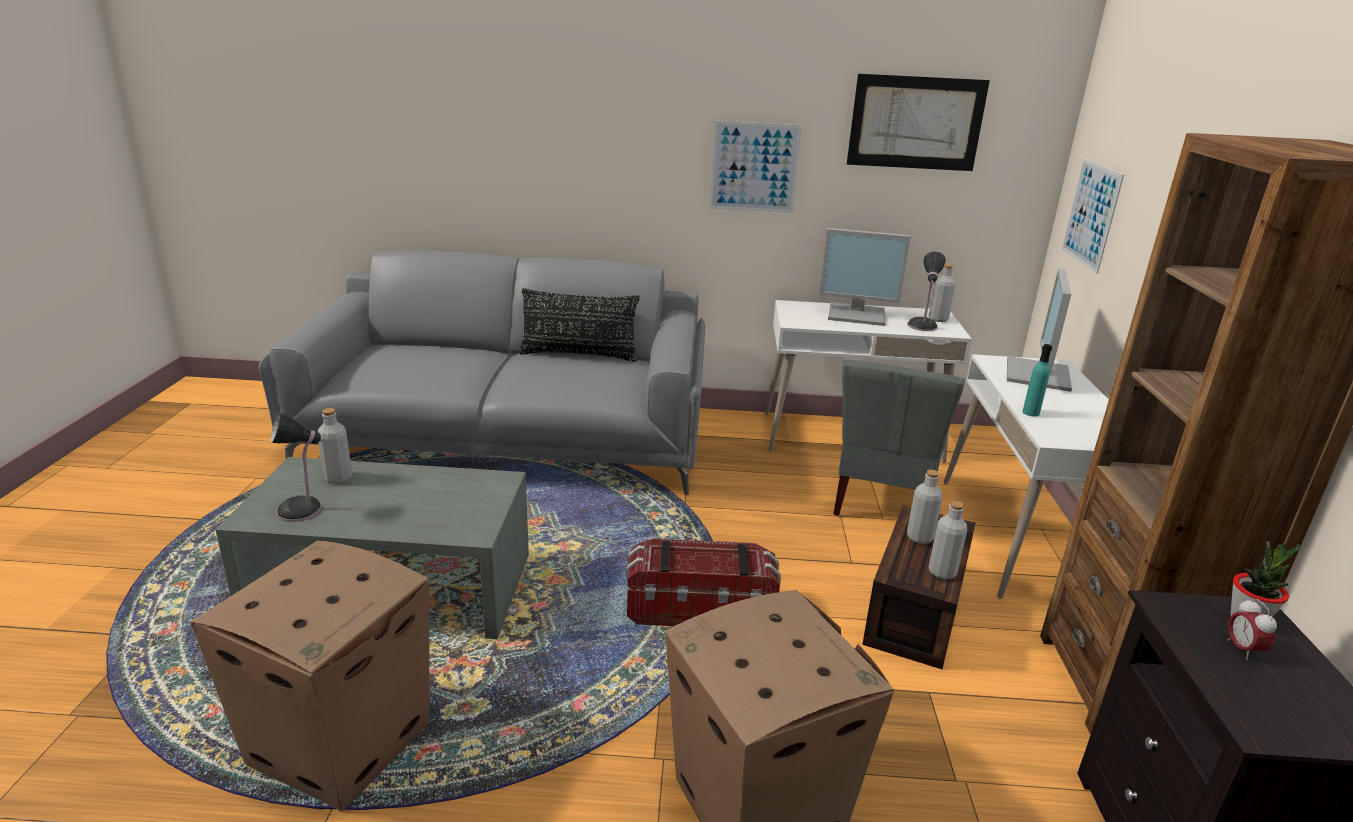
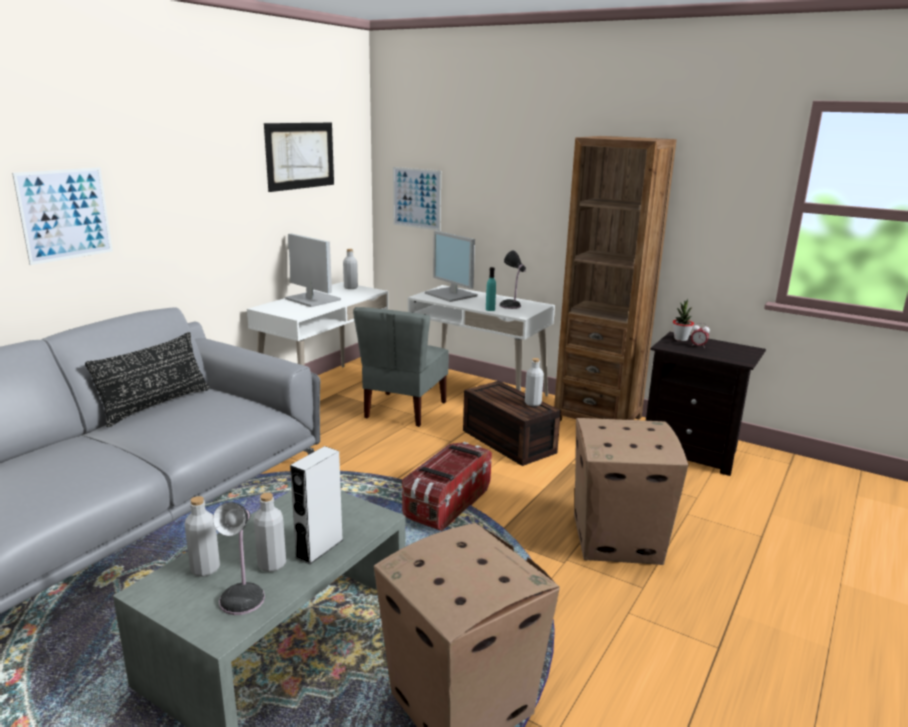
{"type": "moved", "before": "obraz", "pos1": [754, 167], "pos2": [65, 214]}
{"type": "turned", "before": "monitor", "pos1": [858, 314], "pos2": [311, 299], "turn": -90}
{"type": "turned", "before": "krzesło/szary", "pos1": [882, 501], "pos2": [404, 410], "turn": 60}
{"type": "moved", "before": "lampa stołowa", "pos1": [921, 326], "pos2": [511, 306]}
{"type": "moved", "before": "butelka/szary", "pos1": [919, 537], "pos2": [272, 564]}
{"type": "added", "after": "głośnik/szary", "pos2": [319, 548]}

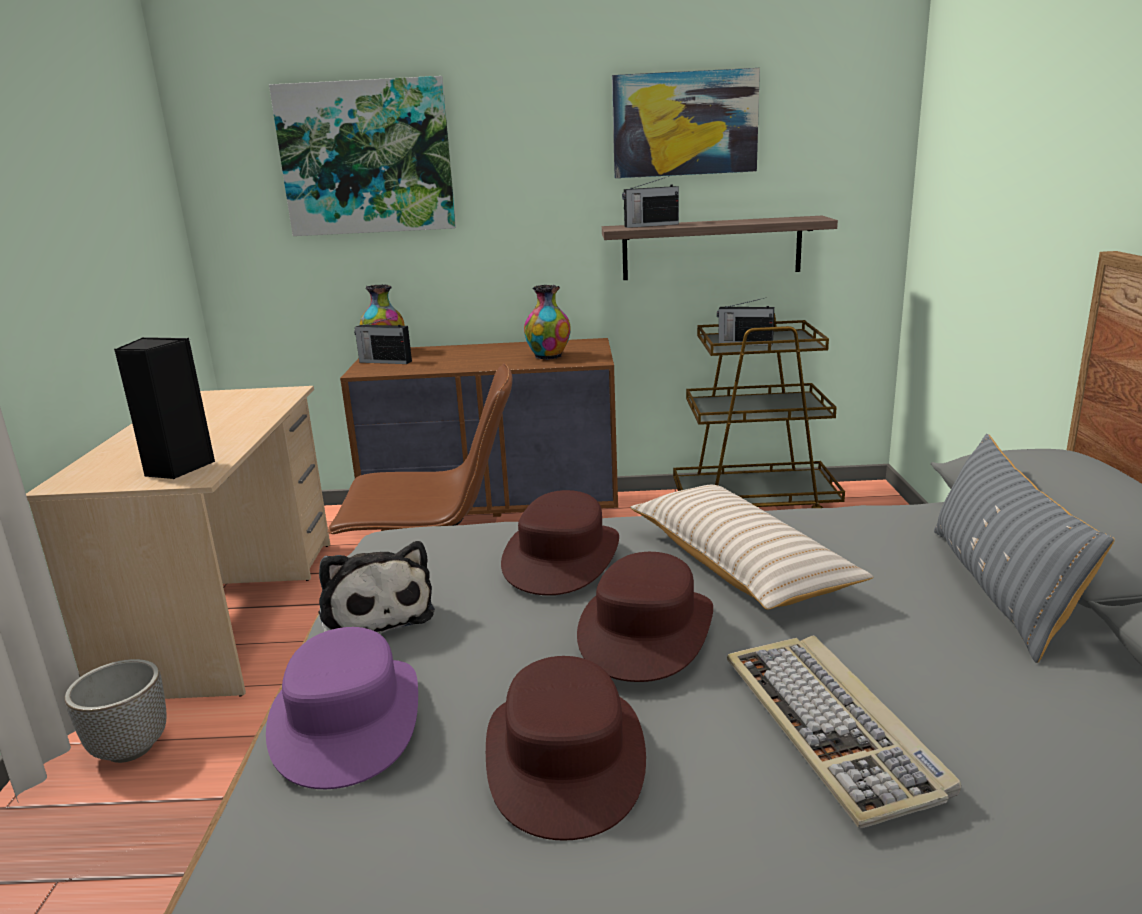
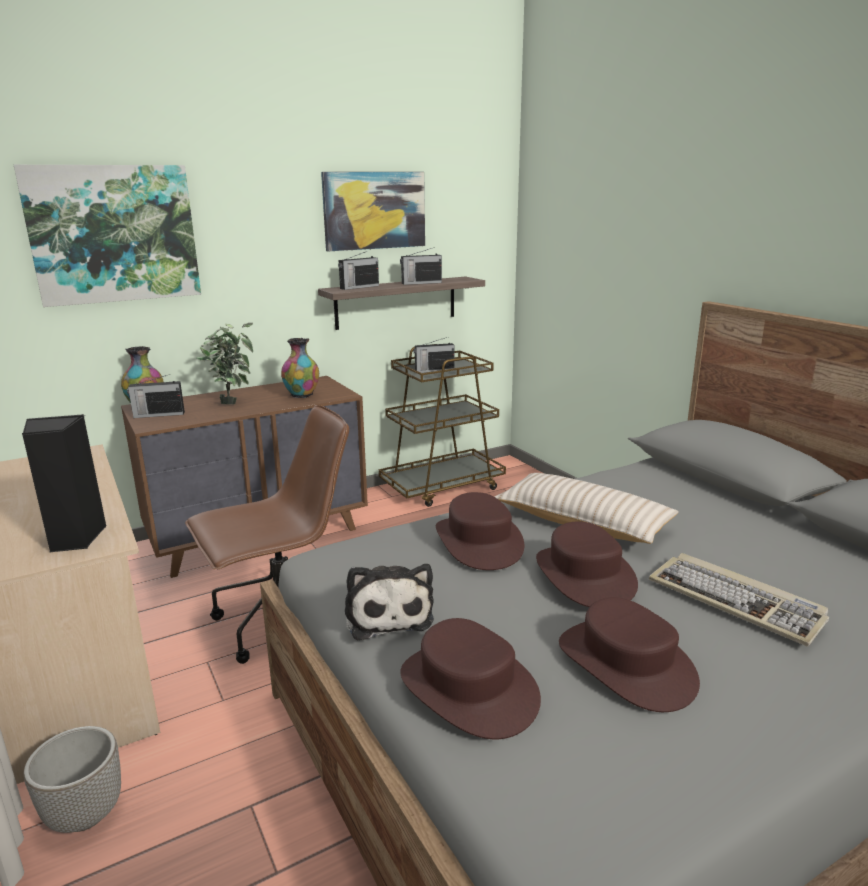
{"type": "recoloured", "before": "kapelusz/fioletowy", "after": "kapelusz/brązowy", "pos1": [346, 720], "pos2": [467, 688]}
{"type": "turned", "before": "pluszak", "pos1": [375, 614], "pos2": [388, 614], "turn": 45}
{"type": "removed", "before": "poduszka/szary", "pos1": [998, 587]}
{"type": "added", "after": "roślina doniczkowa", "pos2": [232, 402]}
{"type": "added", "after": "radio", "pos2": [420, 283]}

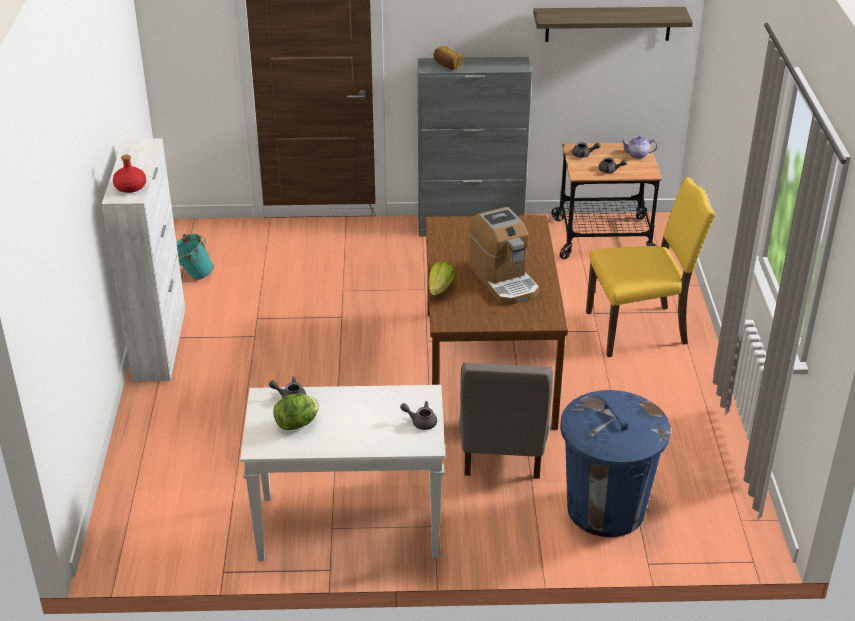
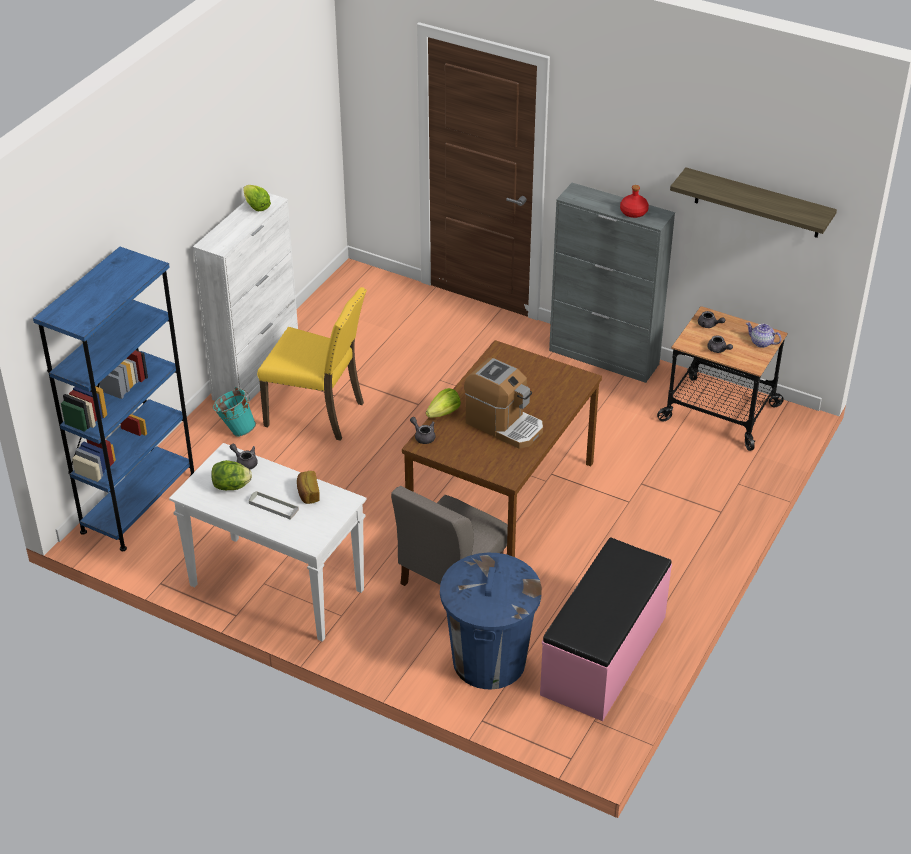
{"type": "moved", "before": "butelka/czerwony", "pos1": [131, 187], "pos2": [634, 212]}
{"type": "moved", "before": "wiadro/turkusowy", "pos1": [193, 276], "pos2": [236, 429]}
{"type": "moved", "before": "imbryk/szary", "pos1": [420, 422], "pos2": [423, 436]}
{"type": "moved", "before": "chleb", "pos1": [447, 65], "pos2": [308, 494]}
{"type": "turned", "before": "ekspres do kawy", "pos1": [504, 280], "pos2": [504, 425], "turn": -60}
{"type": "moved", "before": "krzesło/żółty", "pos1": [639, 329], "pos2": [317, 413]}
{"type": "added", "after": "regał/niebieski", "pos2": [139, 504]}
{"type": "added", "after": "sałata", "pos2": [256, 206]}
{"type": "added", "after": "taca/szary", "pos2": [273, 507]}
{"type": "added", "after": "ławka/różowy", "pos2": [605, 656]}

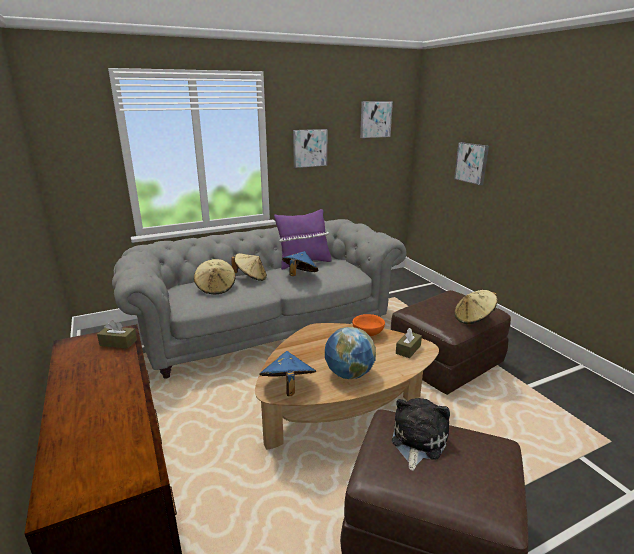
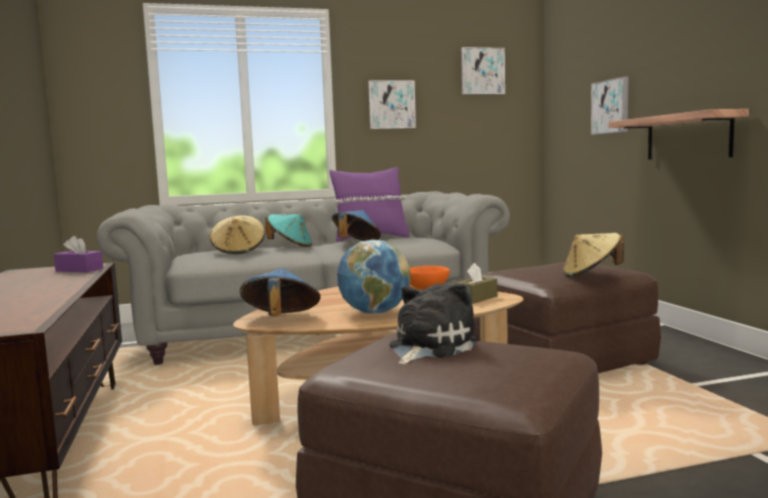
{"type": "recoloured", "before": "pudełko chusteczek/brązowy", "after": "pudełko chusteczek/fioletowy", "pos1": [118, 343], "pos2": [79, 270]}
{"type": "recoloured", "before": "kapelusz/beżowy", "after": "kapelusz/turkusowy", "pos1": [251, 278], "pos2": [290, 246]}
{"type": "added", "after": "półka", "pos2": [688, 137]}

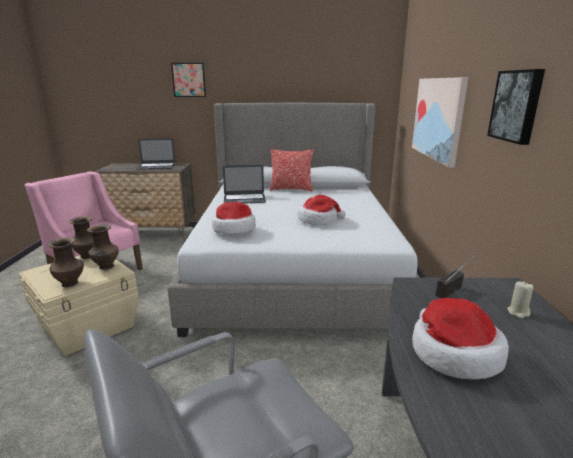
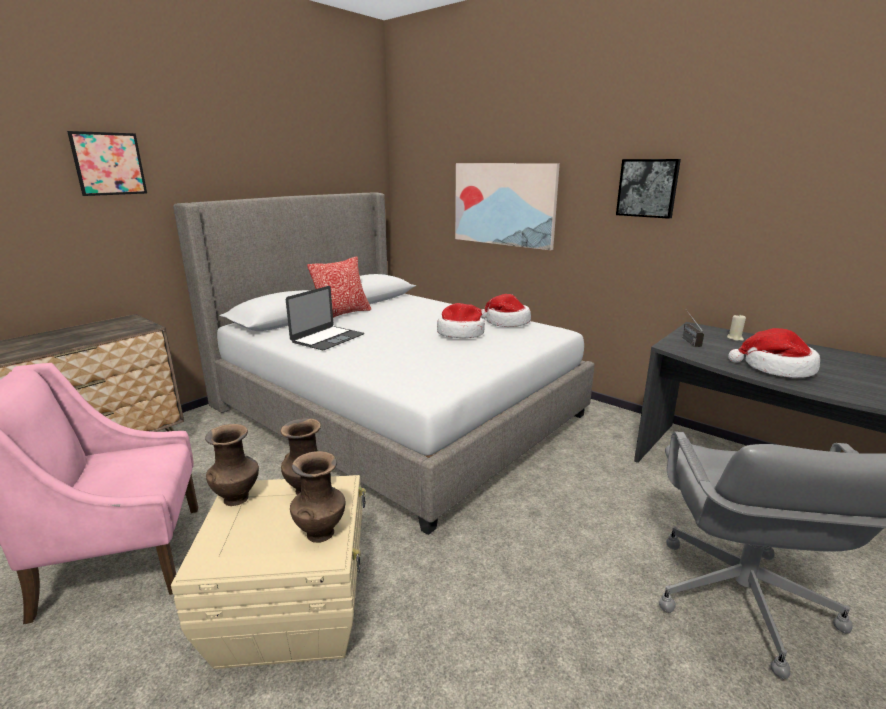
{"type": "removed", "before": "laptop", "pos1": [156, 166]}
{"type": "moved", "before": "kapelusz", "pos1": [234, 229], "pos2": [506, 322]}

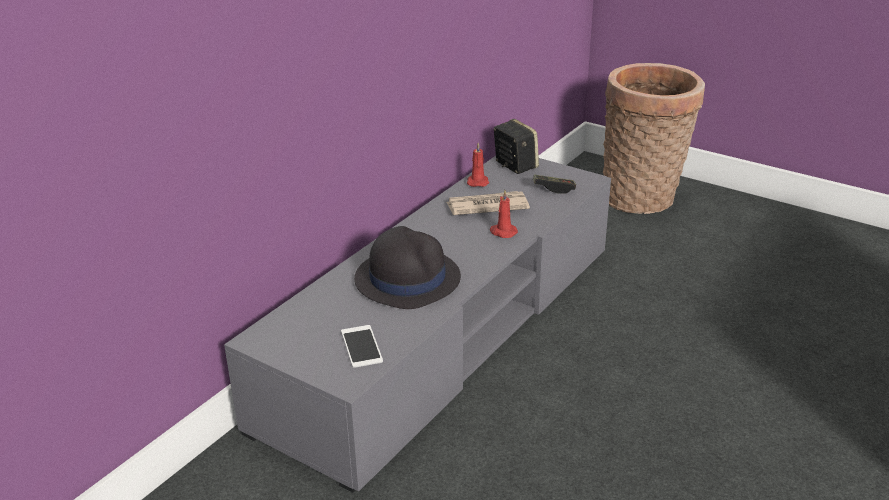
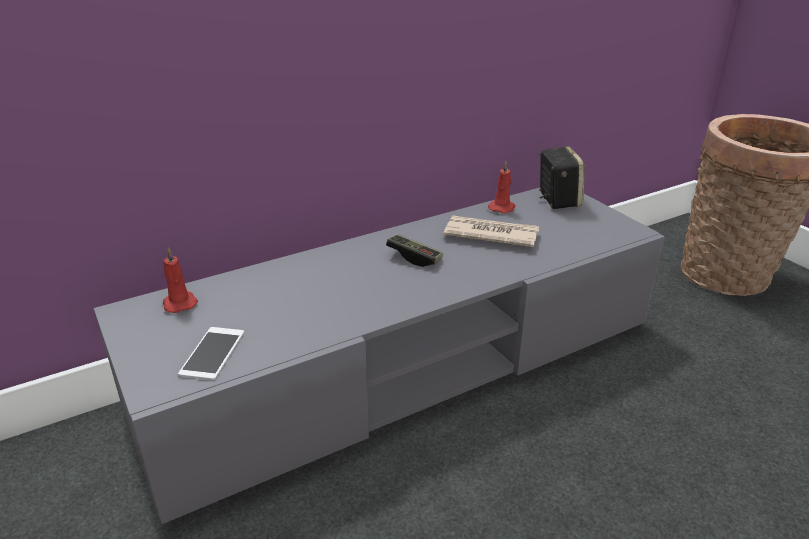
{"type": "removed", "before": "kapelusz/czarny", "pos1": [407, 278]}
{"type": "moved", "before": "świeca/czerwony", "pos1": [502, 232], "pos2": [179, 303]}
{"type": "moved", "before": "pad do gier", "pos1": [553, 189], "pos2": [414, 257]}

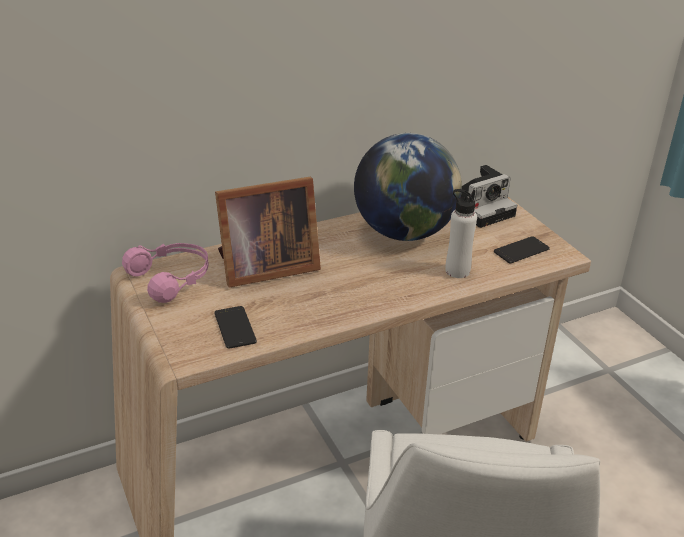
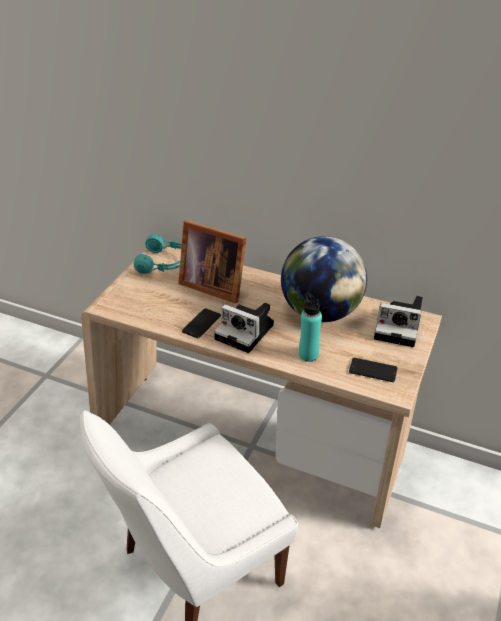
{"type": "recoloured", "before": "słuchawki/różowy", "after": "słuchawki/turkusowy", "pos1": [172, 278], "pos2": [164, 263]}
{"type": "moved", "before": "telefon", "pos1": [235, 327], "pos2": [201, 323]}
{"type": "recoloured", "before": "butelka/biały", "after": "butelka/turkusowy", "pos1": [457, 271], "pos2": [308, 354]}
{"type": "added", "after": "aparat fotograficzny", "pos2": [247, 332]}

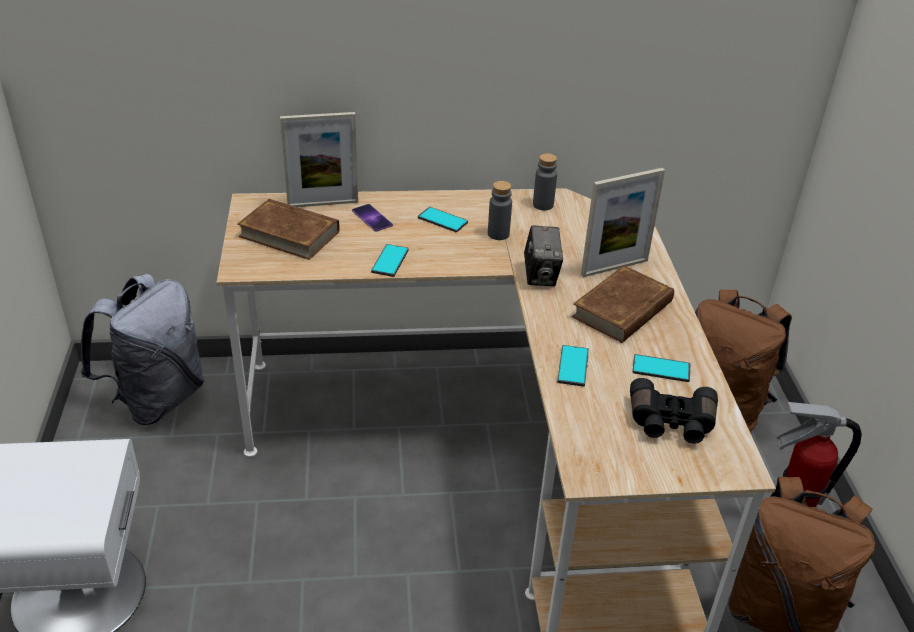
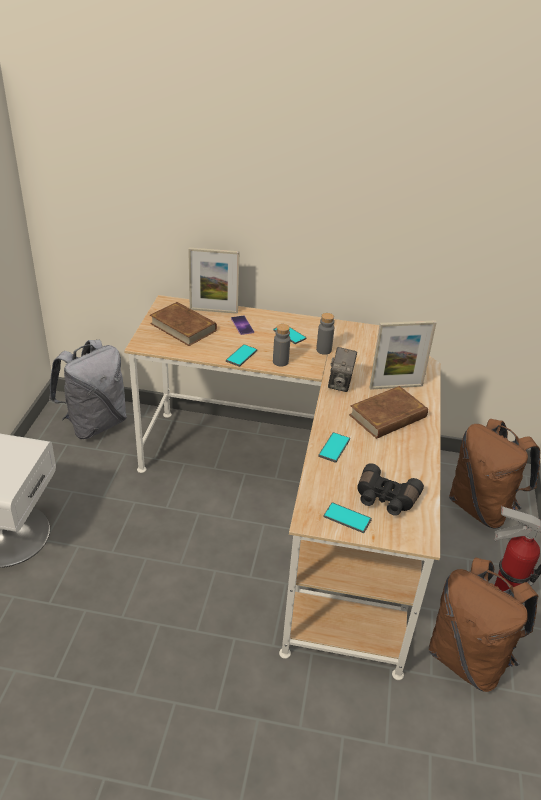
{"type": "moved", "before": "butelka/szary", "pos1": [543, 205], "pos2": [280, 362]}
{"type": "moved", "before": "telefon", "pos1": [661, 369], "pos2": [347, 518]}

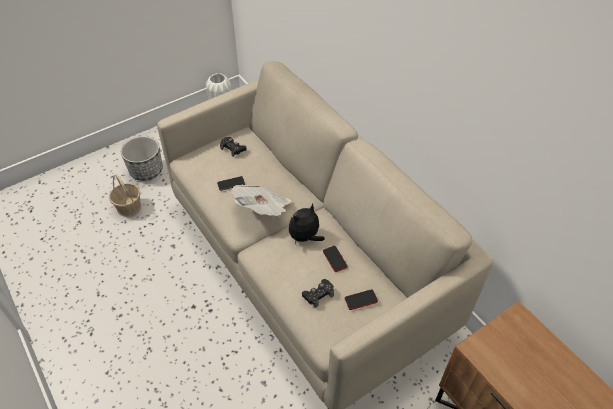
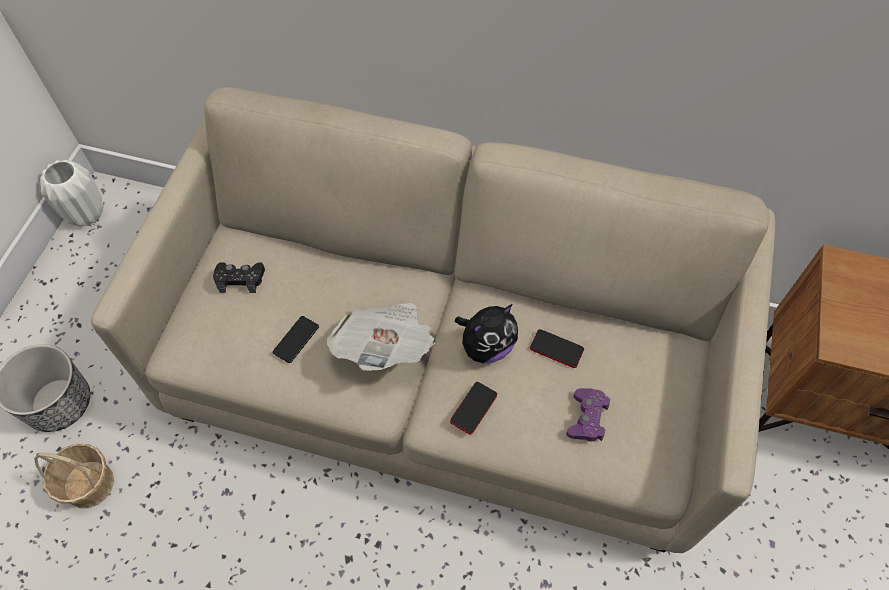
{"type": "turned", "before": "pluszak", "pos1": [305, 237], "pos2": [486, 346], "turn": -135}
{"type": "recoloured", "before": "pad do gier/czarny", "after": "pad do gier/fioletowy", "pos1": [318, 294], "pos2": [587, 418]}
{"type": "moved", "before": "telefon", "pos1": [361, 300], "pos2": [473, 408]}

